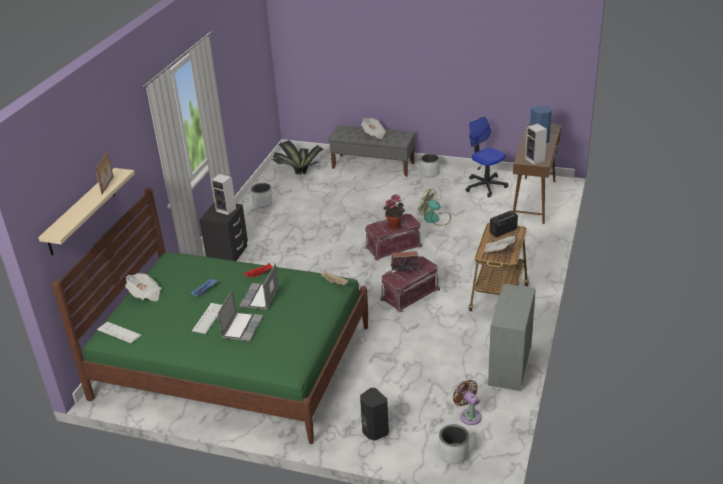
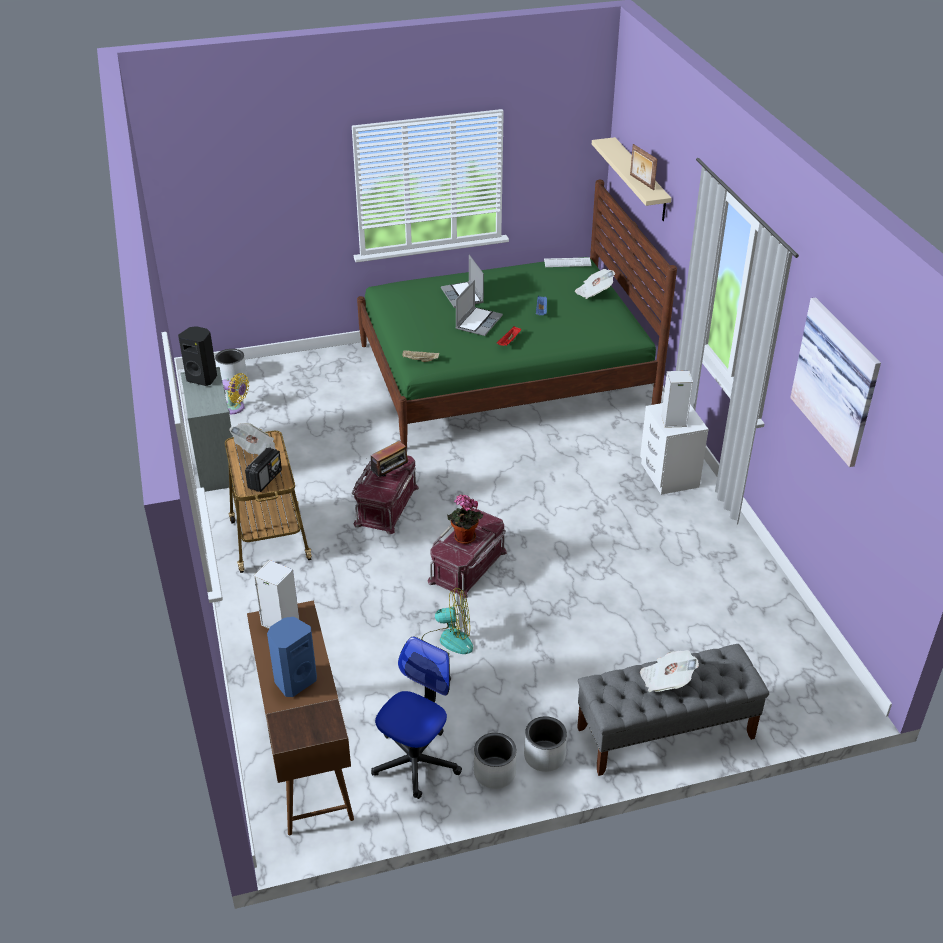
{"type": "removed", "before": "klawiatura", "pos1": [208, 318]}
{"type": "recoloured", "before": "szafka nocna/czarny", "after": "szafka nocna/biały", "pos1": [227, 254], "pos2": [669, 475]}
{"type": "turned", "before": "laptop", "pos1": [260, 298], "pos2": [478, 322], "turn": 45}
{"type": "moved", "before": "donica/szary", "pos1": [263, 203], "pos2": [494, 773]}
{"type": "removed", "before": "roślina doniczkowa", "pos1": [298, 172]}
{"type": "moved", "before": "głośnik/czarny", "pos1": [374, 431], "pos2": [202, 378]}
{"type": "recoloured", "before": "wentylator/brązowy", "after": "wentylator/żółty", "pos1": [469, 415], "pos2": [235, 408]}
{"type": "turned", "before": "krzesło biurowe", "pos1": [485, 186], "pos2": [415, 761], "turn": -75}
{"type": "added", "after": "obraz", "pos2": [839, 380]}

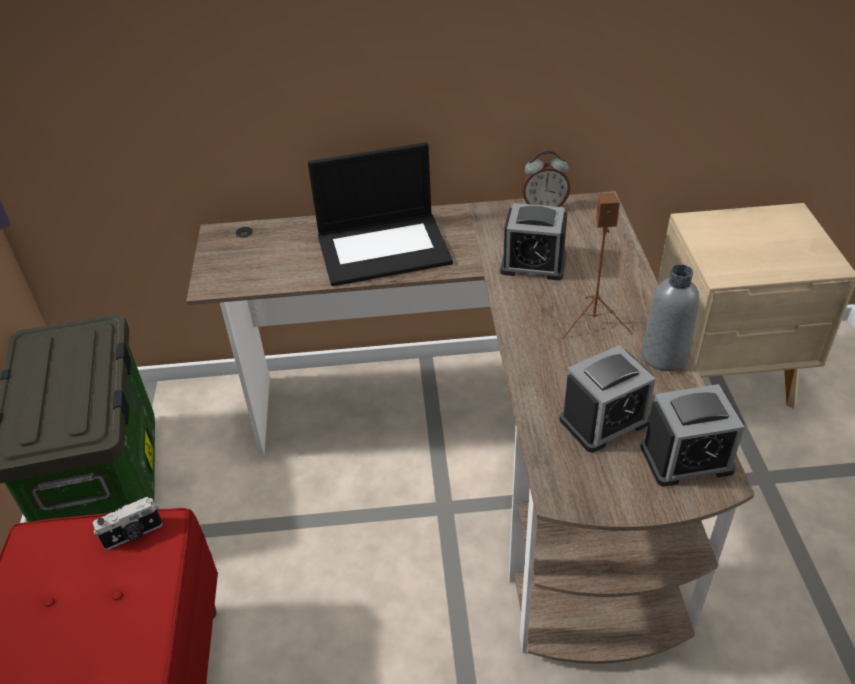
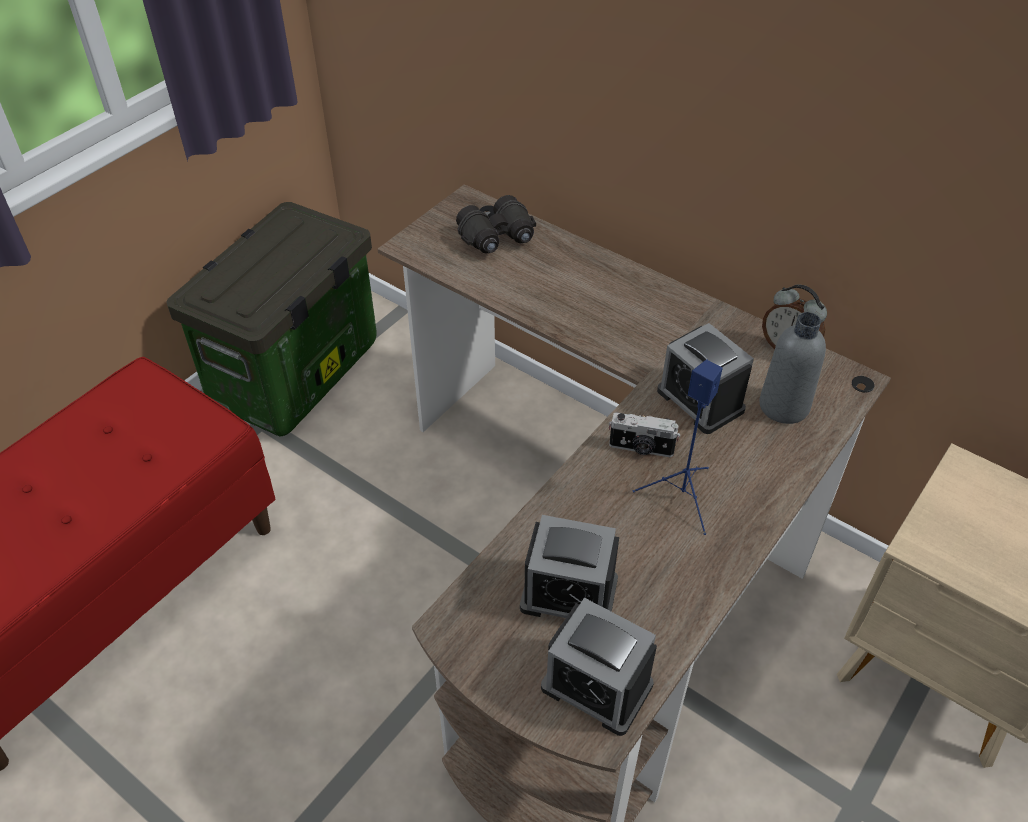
{"type": "moved", "before": "aparat fotograficzny", "pos1": [133, 535], "pos2": [641, 448]}
{"type": "removed", "before": "laptop", "pos1": [384, 248]}
{"type": "recoloured", "before": "głośnik/brązowy", "after": "głośnik/niebieski", "pos1": [594, 322], "pos2": [682, 498]}
{"type": "moved", "before": "butelka/szary", "pos1": [664, 356], "pos2": [784, 406]}
{"type": "added", "after": "lornetka/czarny", "pos2": [498, 238]}

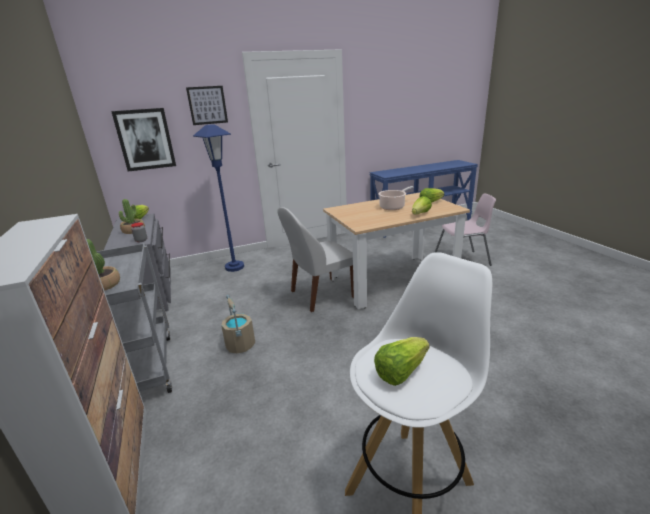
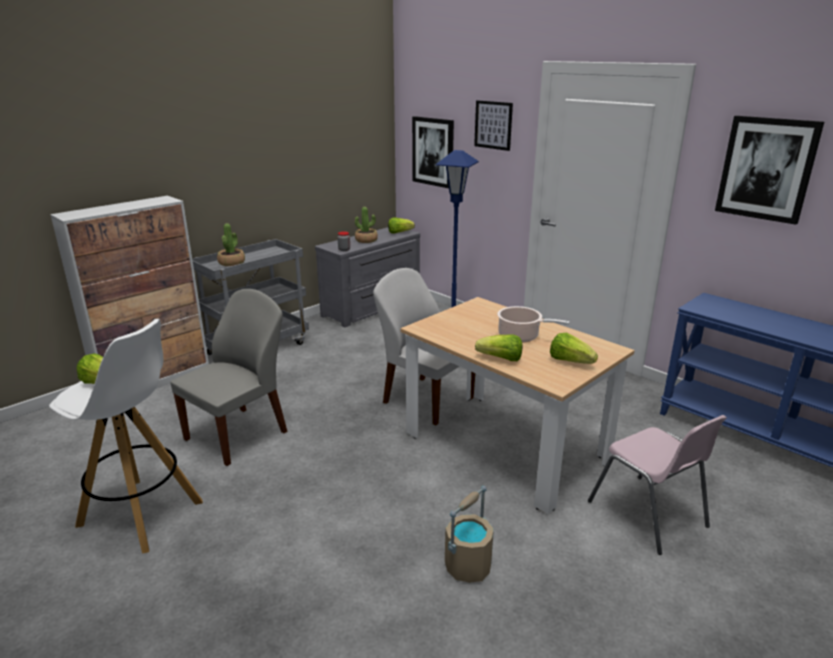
{"type": "moved", "before": "wiadro/beżowy", "pos1": [240, 345], "pos2": [468, 565]}
{"type": "added", "after": "krzesło/szary", "pos2": [239, 434]}
{"type": "added", "after": "obraz", "pos2": [766, 169]}

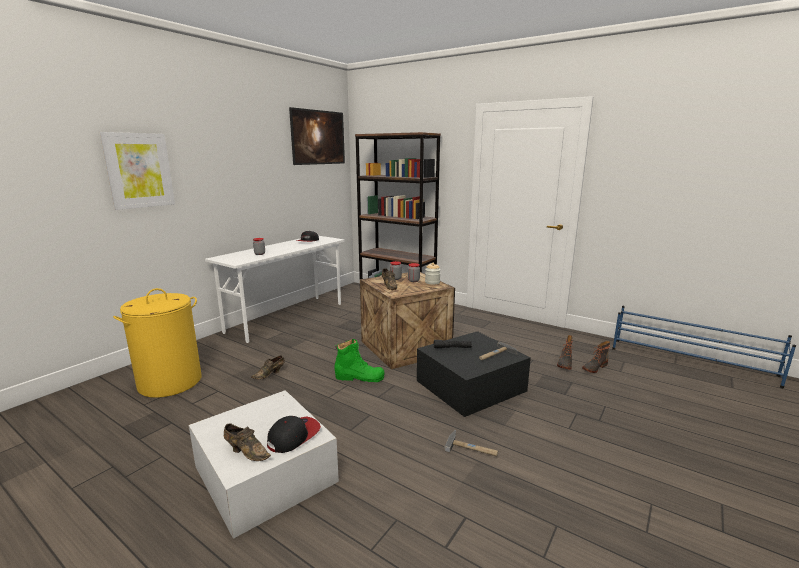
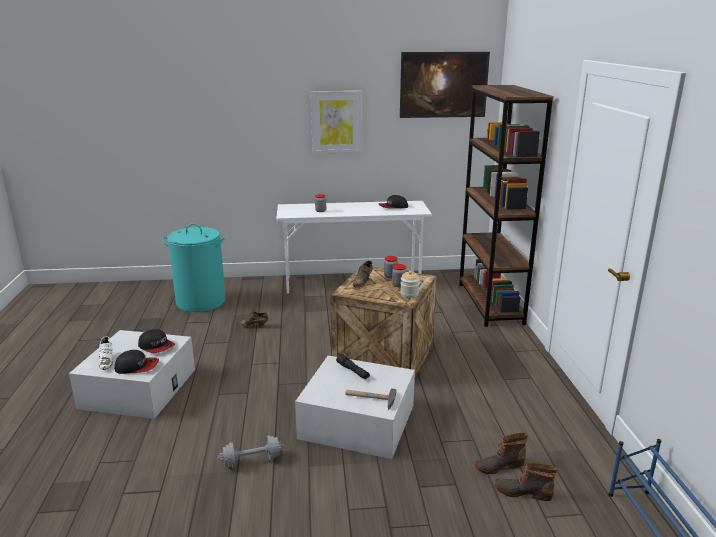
{"type": "moved", "before": "obraz", "pos1": [139, 170], "pos2": [336, 122]}
{"type": "recoloured", "before": "kosz na pranie/żółty", "after": "kosz na pranie/turkusowy", "pos1": [170, 382], "pos2": [200, 302]}
{"type": "recoloured", "before": "but/brązowy", "after": "but/biały", "pos1": [246, 452], "pos2": [107, 361]}
{"type": "removed", "before": "but z cholewką/zielony", "pos1": [359, 377]}
{"type": "recoloured", "before": "pojemnik do przechowywania/czarny", "after": "pojemnik do przechowywania/biały", "pos1": [470, 386], "pos2": [357, 421]}
{"type": "replaced", "before": "młotek", "after": "hantel/szary", "pos1": [472, 448], "pos2": [252, 461]}
{"type": "added", "after": "czapka z daszkiem", "pos2": [156, 346]}

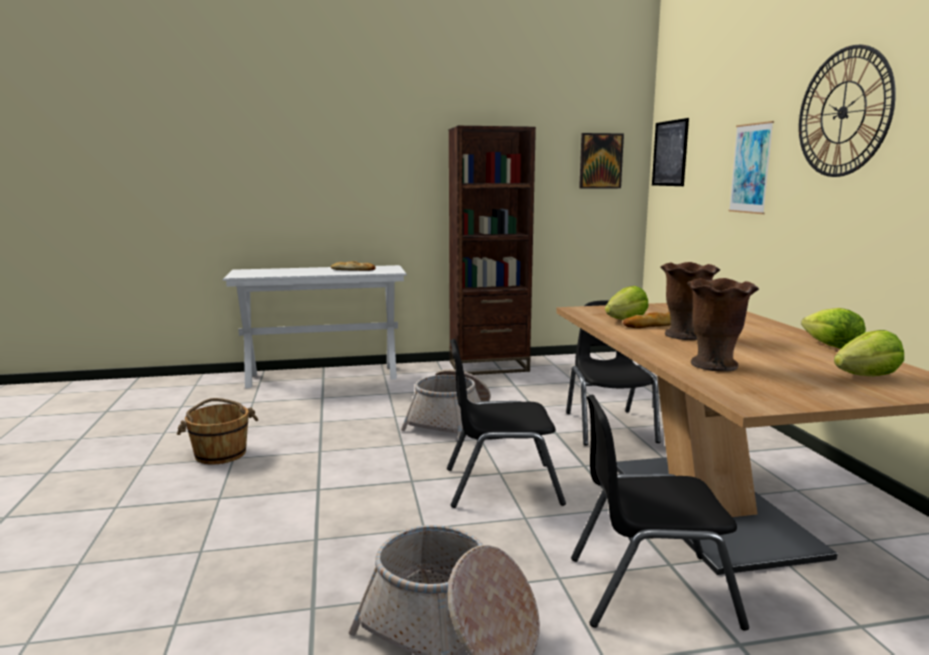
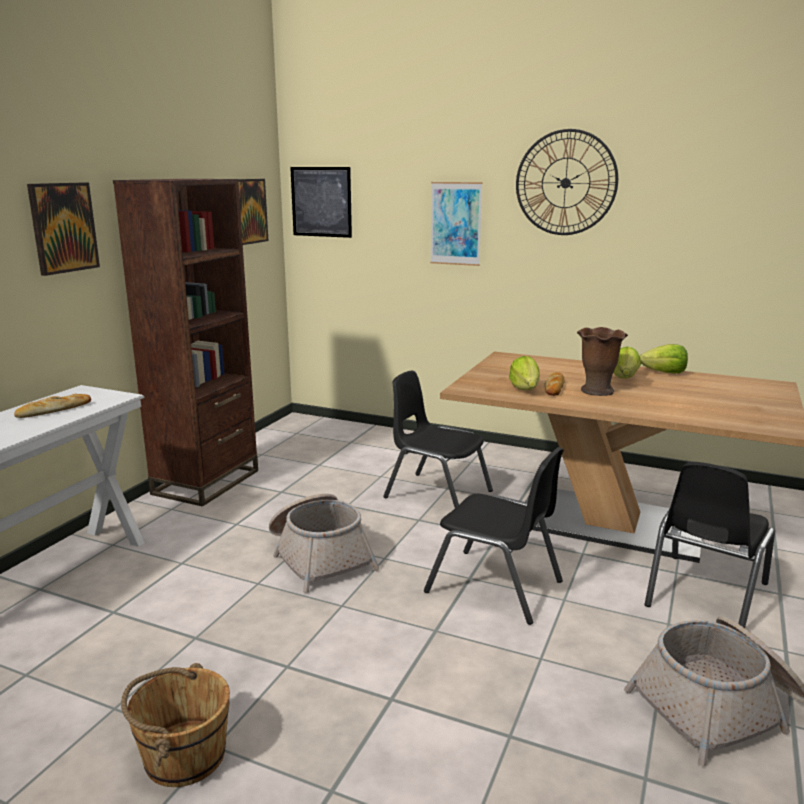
{"type": "turned", "before": "krzesło/czarny", "pos1": [501, 485], "pos2": [495, 587], "turn": -90}
{"type": "removed", "before": "wazon/brązowy", "pos1": [714, 365]}
{"type": "moved", "before": "sałata", "pos1": [866, 376], "pos2": [625, 378]}
{"type": "added", "after": "obraz", "pos2": [63, 227]}

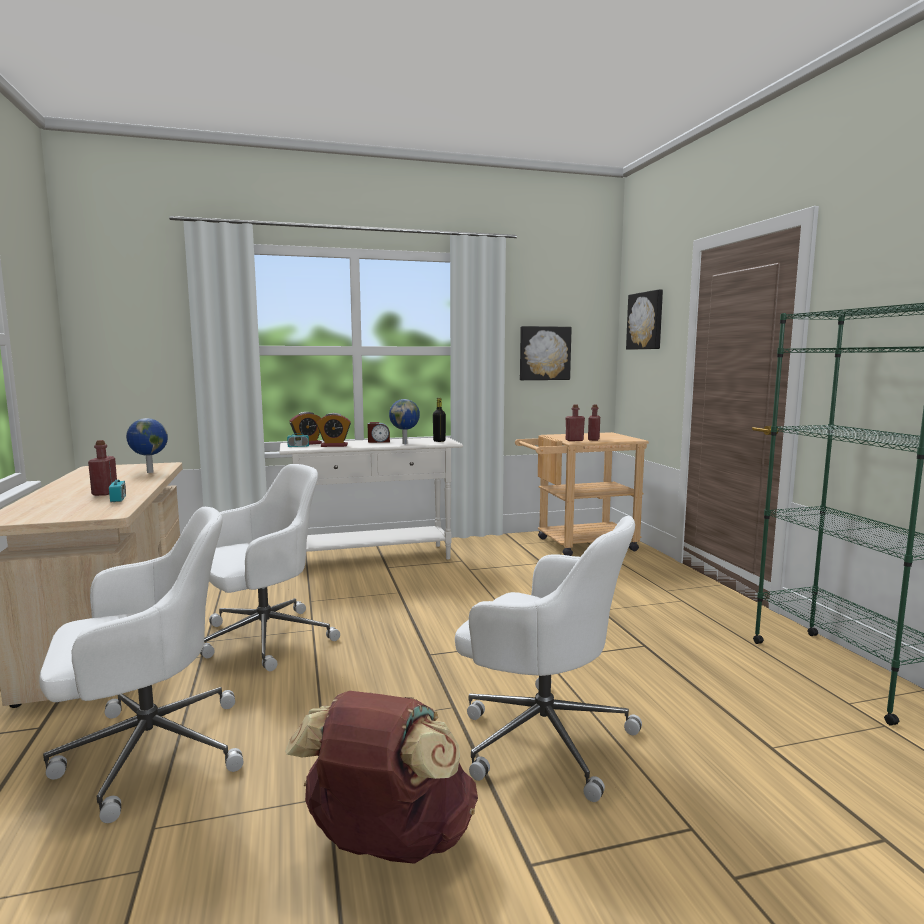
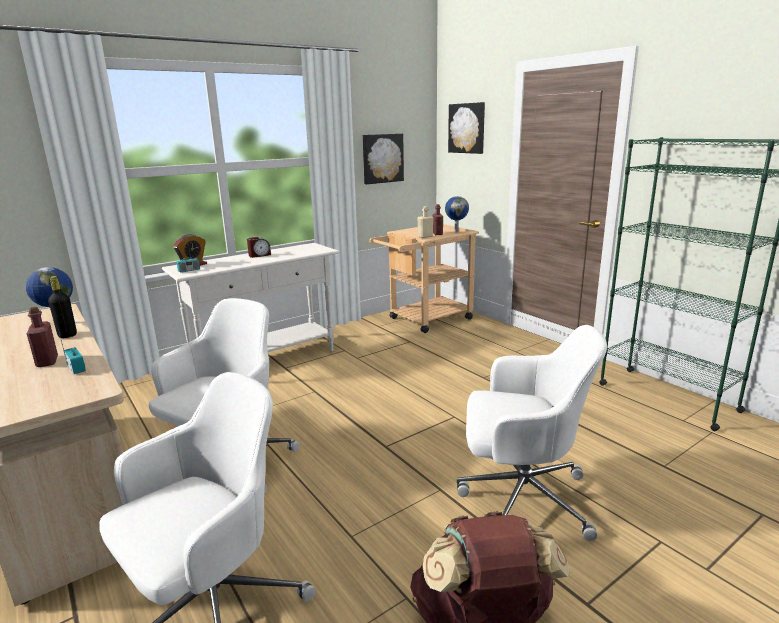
{"type": "removed", "before": "budzik", "pos1": [334, 445]}
{"type": "moved", "before": "globus", "pos1": [405, 443], "pos2": [456, 231]}
{"type": "moved", "before": "butelka/czarny", "pos1": [439, 441], "pos2": [67, 335]}
{"type": "recoloured", "before": "butelka/czerwony", "after": "butelka/beżowy", "pos1": [574, 440], "pos2": [425, 236]}

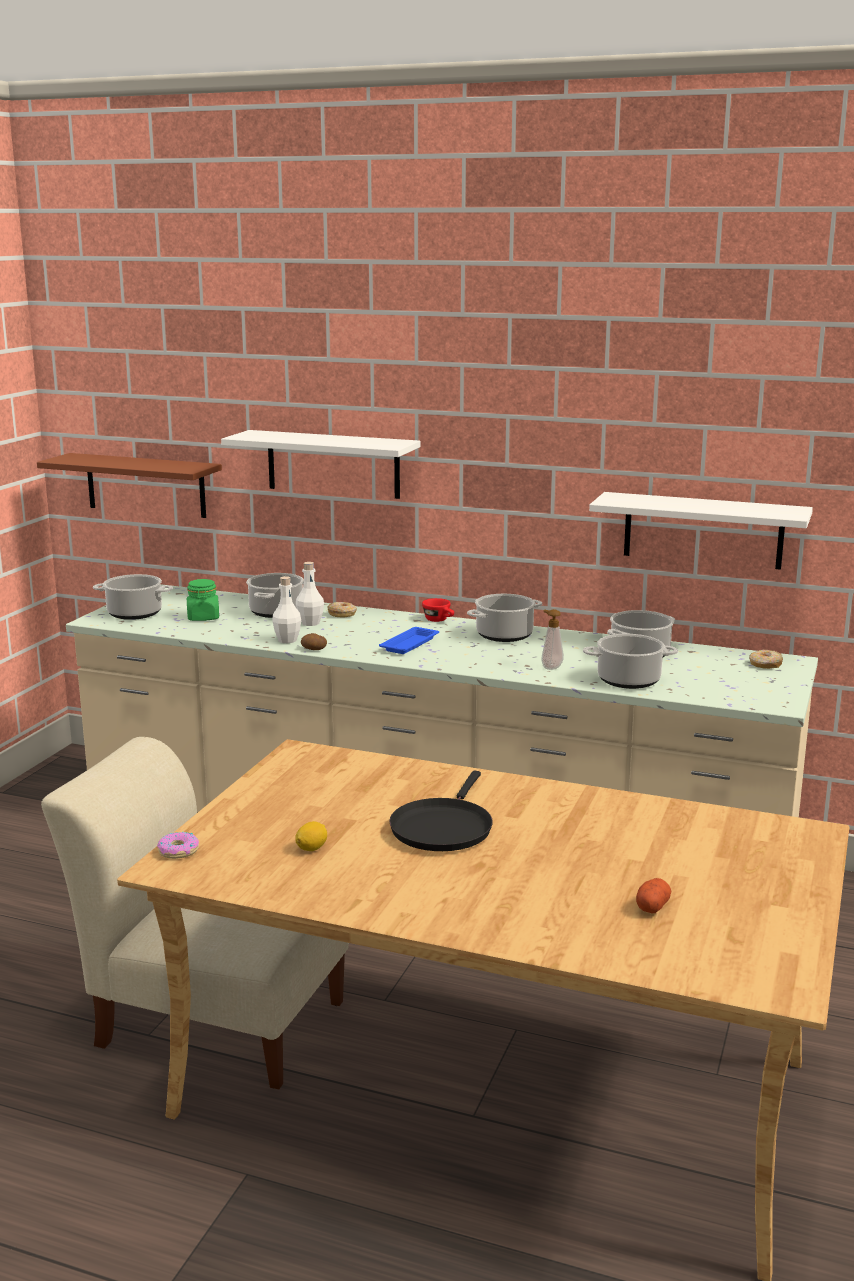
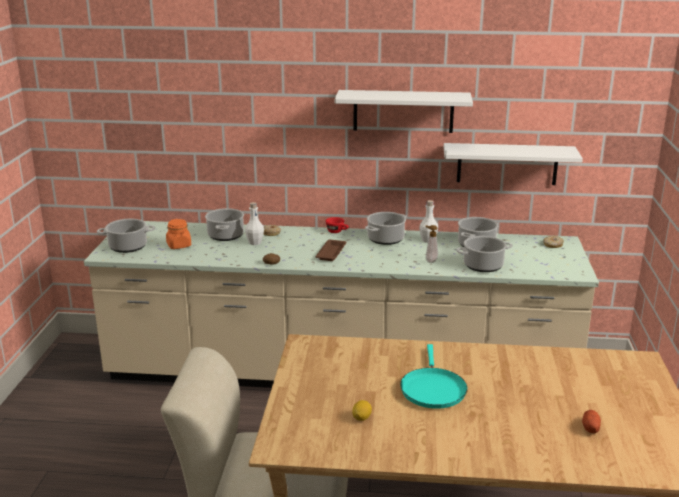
{"type": "removed", "before": "półka/brązowy", "pos1": [145, 485]}
{"type": "removed", "before": "donut", "pos1": [178, 851]}
{"type": "recoloured", "before": "słoik/zielony", "after": "słoik/pomarańczowy", "pos1": [203, 618], "pos2": [179, 245]}
{"type": "moved", "before": "półka/biały", "pos1": [333, 464], "pos2": [403, 111]}
{"type": "moved", "before": "butelka/biały", "pos1": [287, 640], "pos2": [428, 240]}
{"type": "recoloured", "before": "taca/niebieski", "after": "taca/brązowy", "pos1": [410, 644], "pos2": [331, 252]}
{"type": "recoloured", "before": "patelnia/czarny", "after": "patelnia/turkusowy", "pos1": [442, 827], "pos2": [432, 389]}

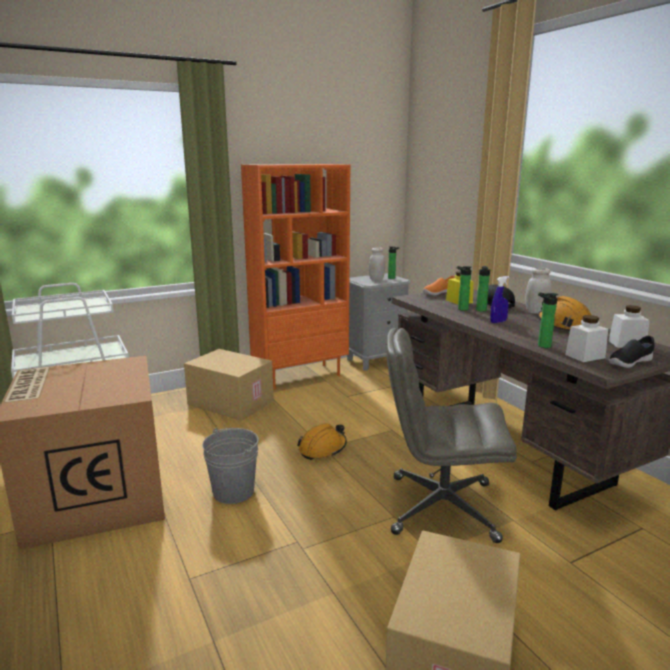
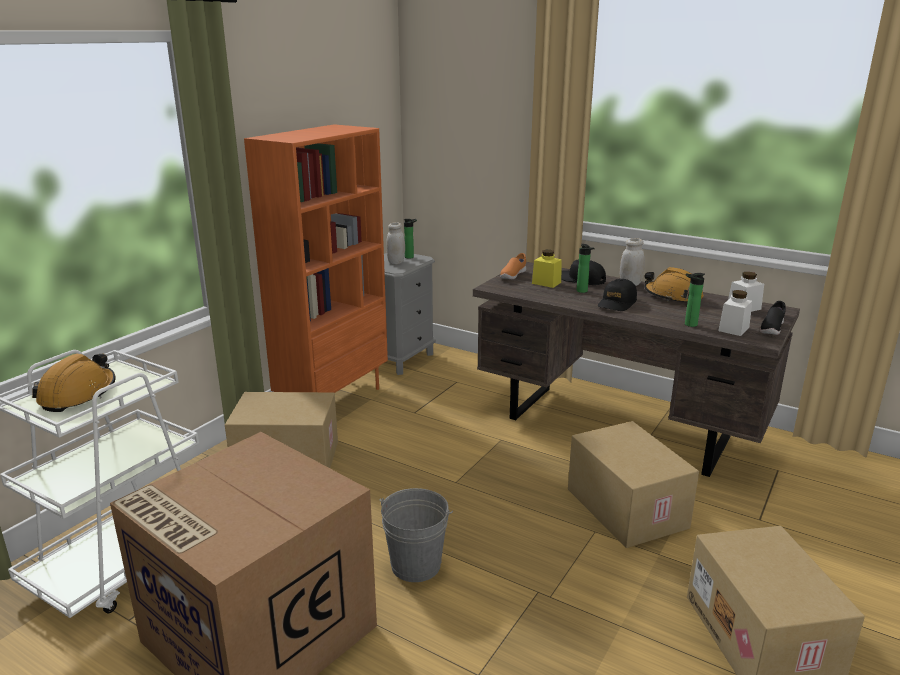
{"type": "moved", "before": "kask/pomarańczowy", "pos1": [322, 449], "pos2": [78, 394]}
{"type": "replaced", "before": "krzesło biurowe/szary", "after": "karton", "pos1": [440, 508], "pos2": [624, 508]}
{"type": "removed", "before": "butelka", "pos1": [461, 309]}
{"type": "replaced", "before": "spryskiwacz/niebieski", "after": "czapka z daszkiem/czarny", "pos1": [498, 322], "pos2": [617, 303]}

